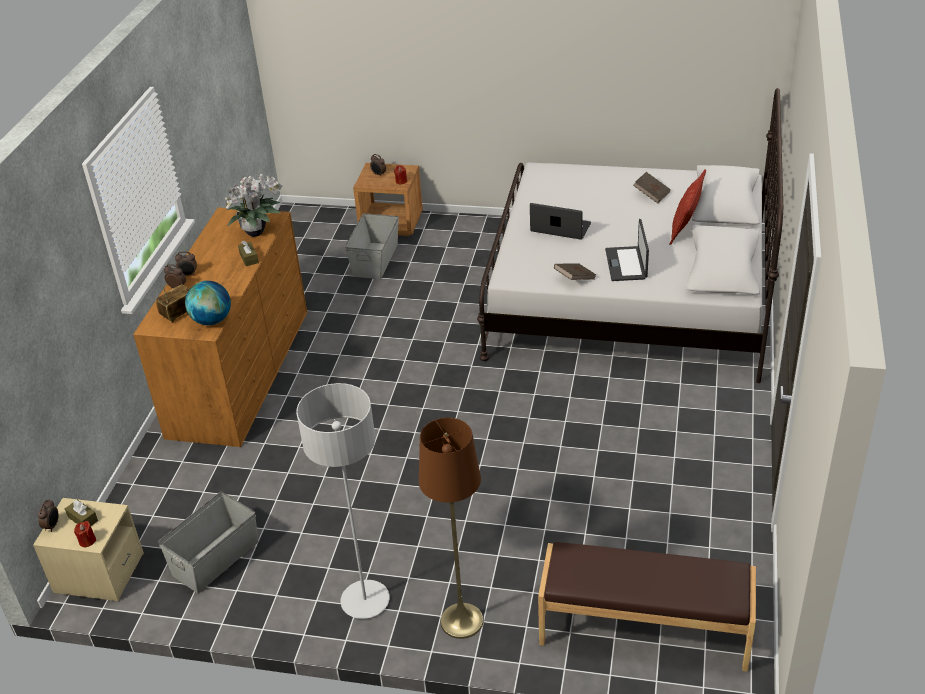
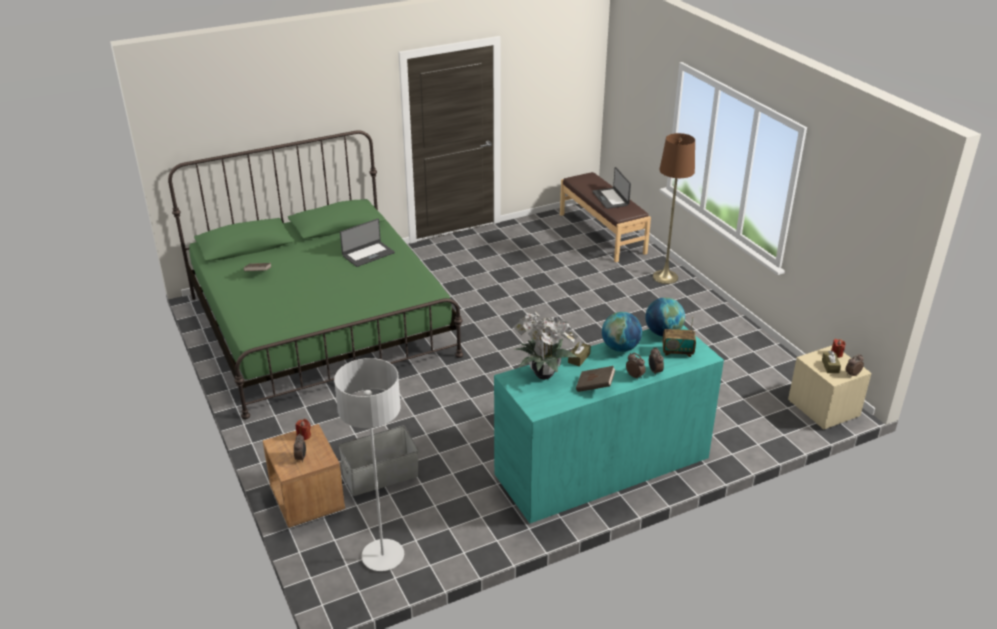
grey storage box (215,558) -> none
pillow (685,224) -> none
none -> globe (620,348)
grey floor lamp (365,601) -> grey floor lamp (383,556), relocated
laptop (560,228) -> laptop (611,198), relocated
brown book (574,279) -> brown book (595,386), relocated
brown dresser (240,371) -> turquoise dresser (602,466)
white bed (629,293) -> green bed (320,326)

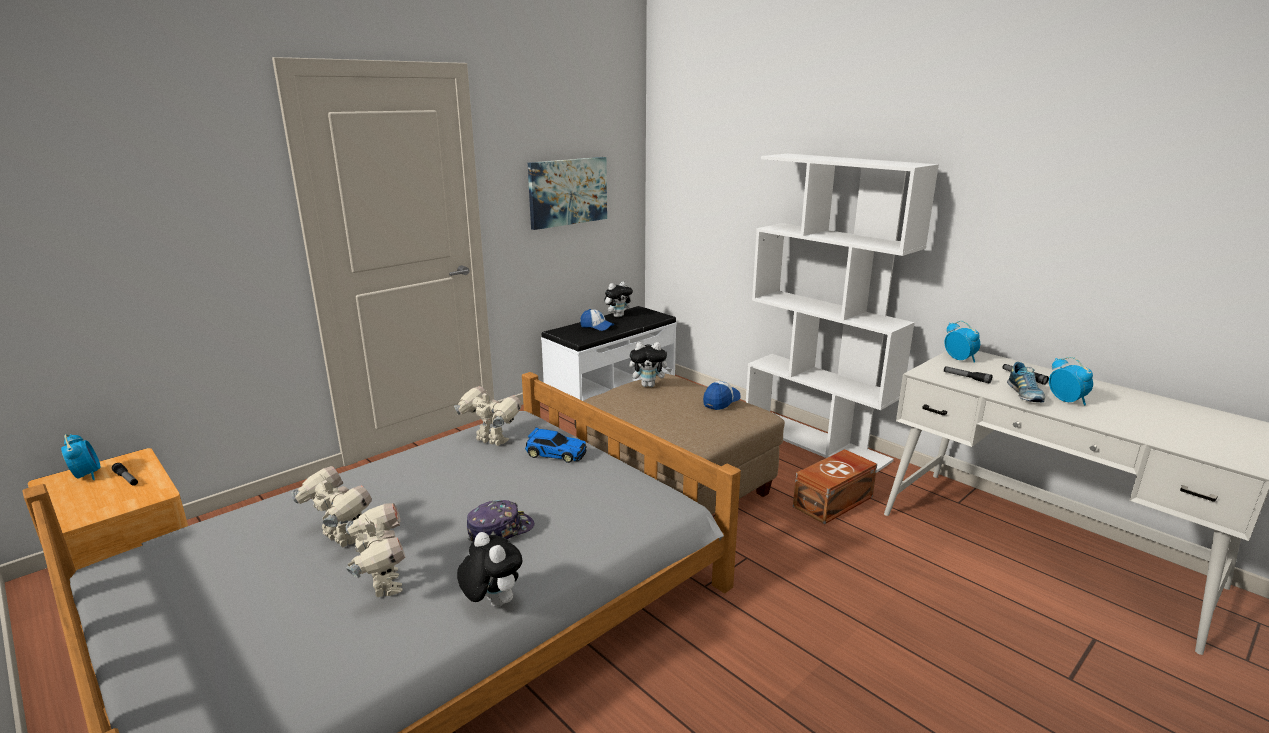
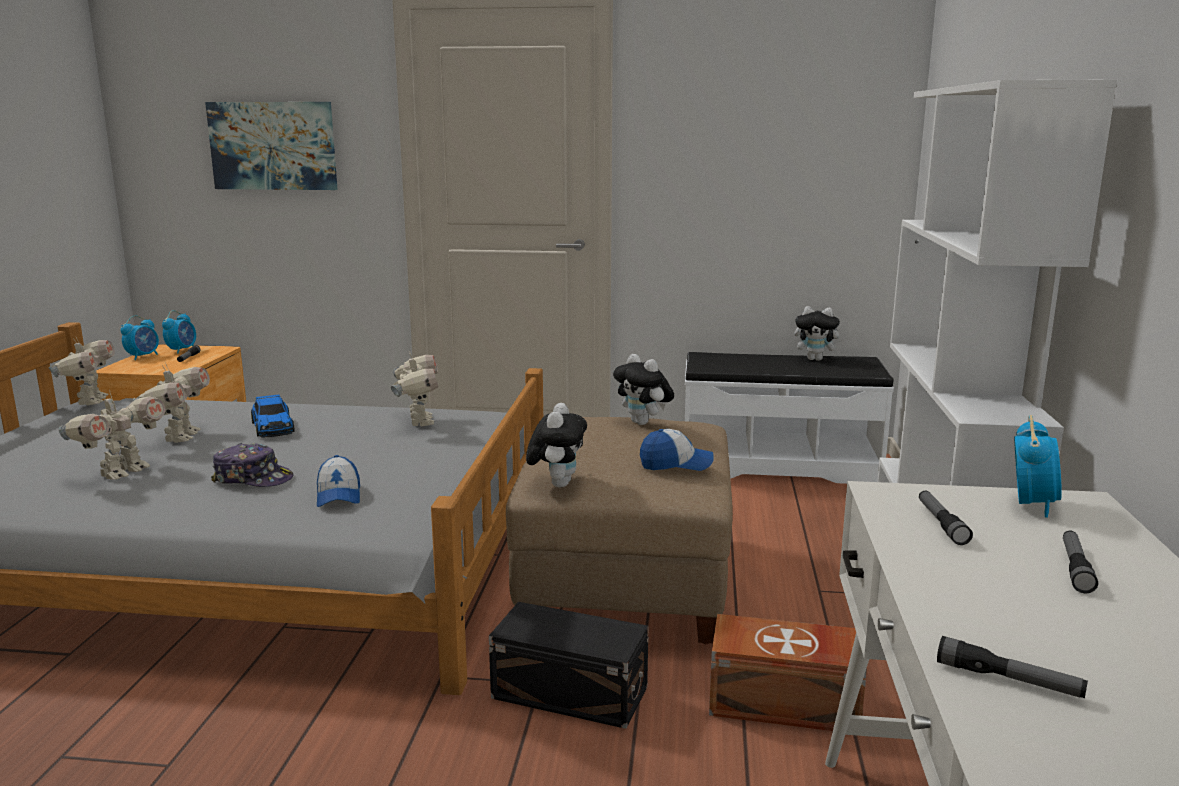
shoe (1024,395) -> none
none -> toy robot (90,401)
none -> black storage box (571,694)
none -> flashlight (1008,680)
plush toy (492,603) -> plush toy (557,483), relocated
toy car (555,453) -> toy car (273,427), relocated
picture (567,192) -> picture (273,146), relocated
cap (597,327) -> cap (338,496), relocated
alarm clock (1066,400) -> alarm clock (143,356), relocated

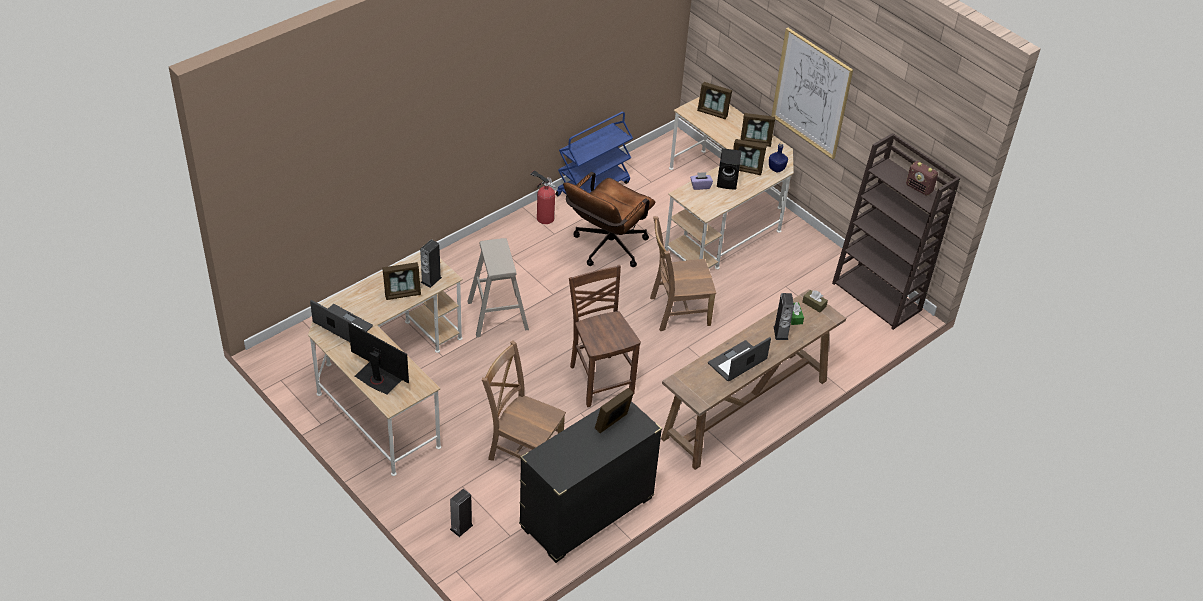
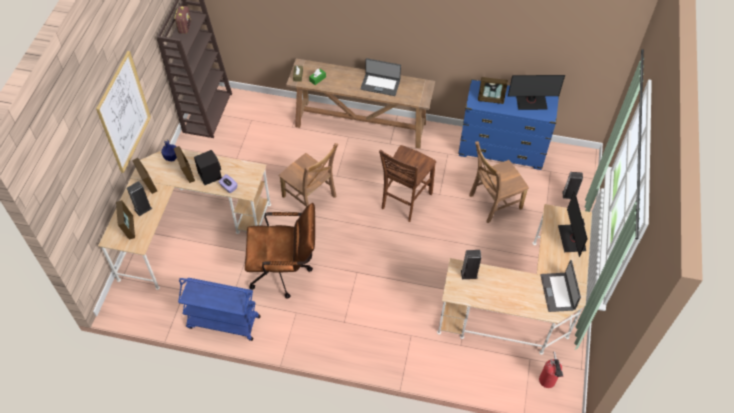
picture frame (402,293) -> none
beige stool (498,315) -> none
none -> monitor (531,102)
fire extinguisher (543,217) -> fire extinguisher (547,382), relocated
speaker (780,333) -> speaker (143,209), relocated
black dresser (586,513) -> blue dresser (501,149)
brown chair (523,450) -> brown chair (493,202), 75 degrees clockwise

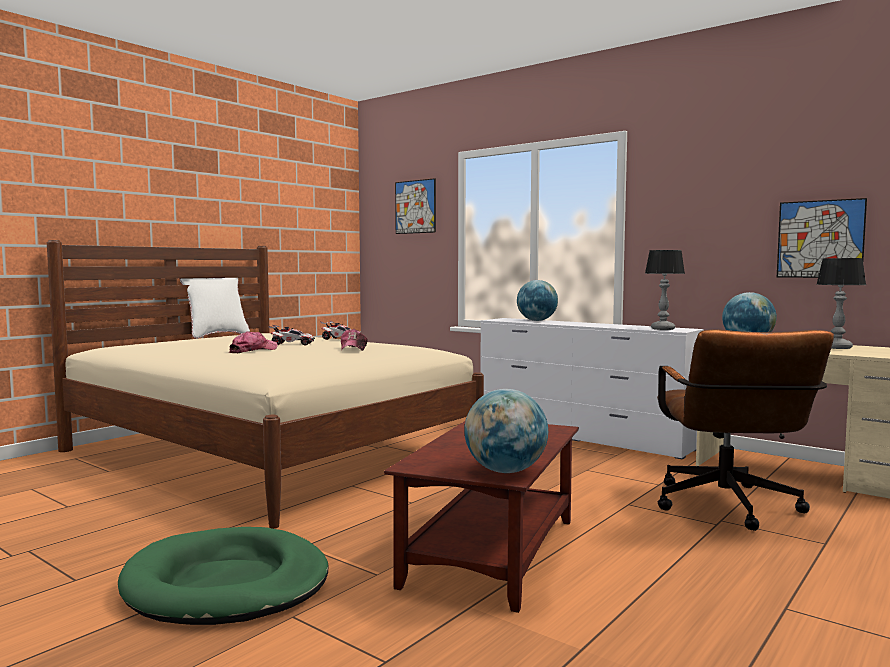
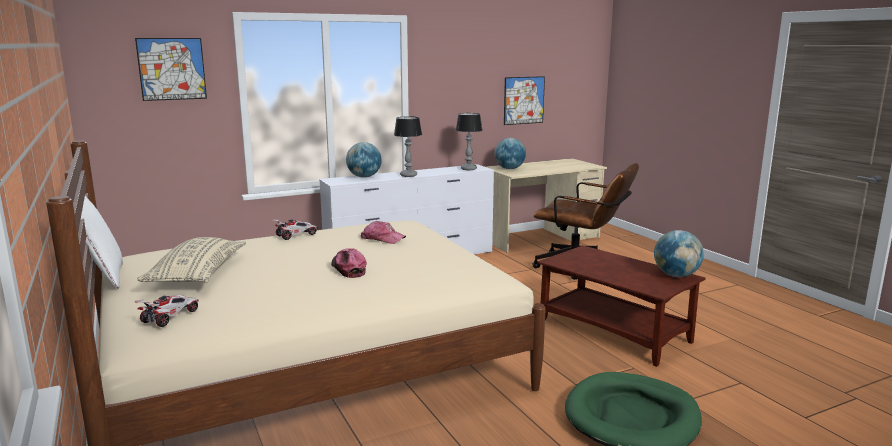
none -> beige pillow (197,274)
toy car (292,344) -> toy car (170,317), relocated
table lamp (837,347) -> table lamp (408,175), relocated

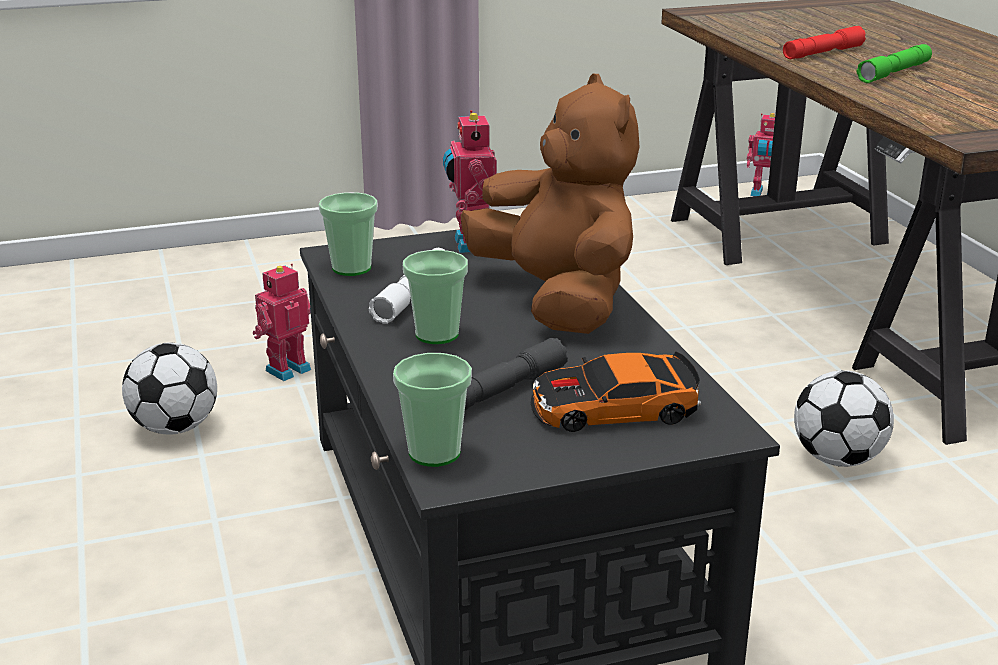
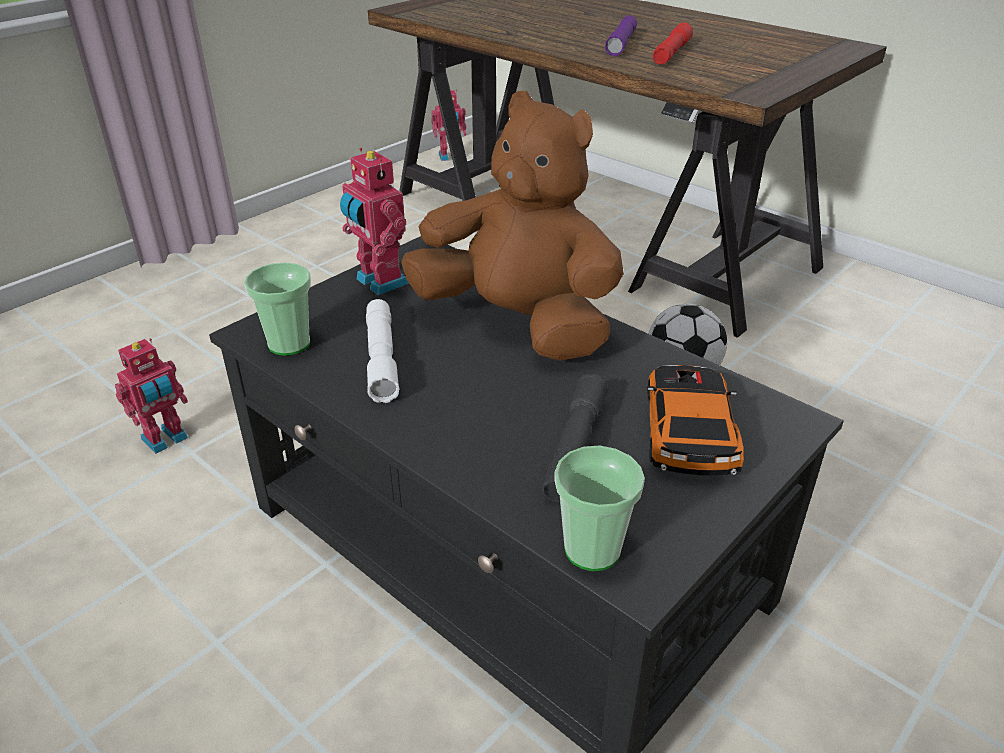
football (175,428) -> none
cup (437,334) -> none
red flashlight (823,53) -> red flashlight (671,53), relocated
green flashlight (894,73) -> purple flashlight (621,43)
toy robot (286,369) -> toy robot (166,440), 150 degrees counterclockwise
toy car (614,408) -> toy car (687,430), 135 degrees clockwise

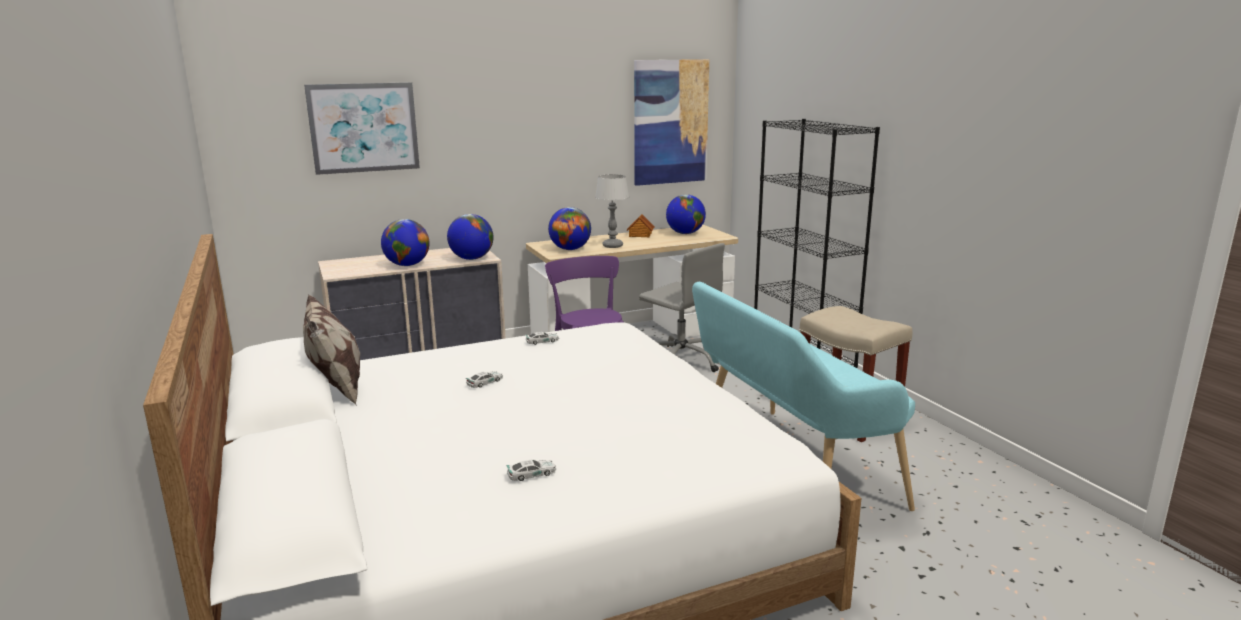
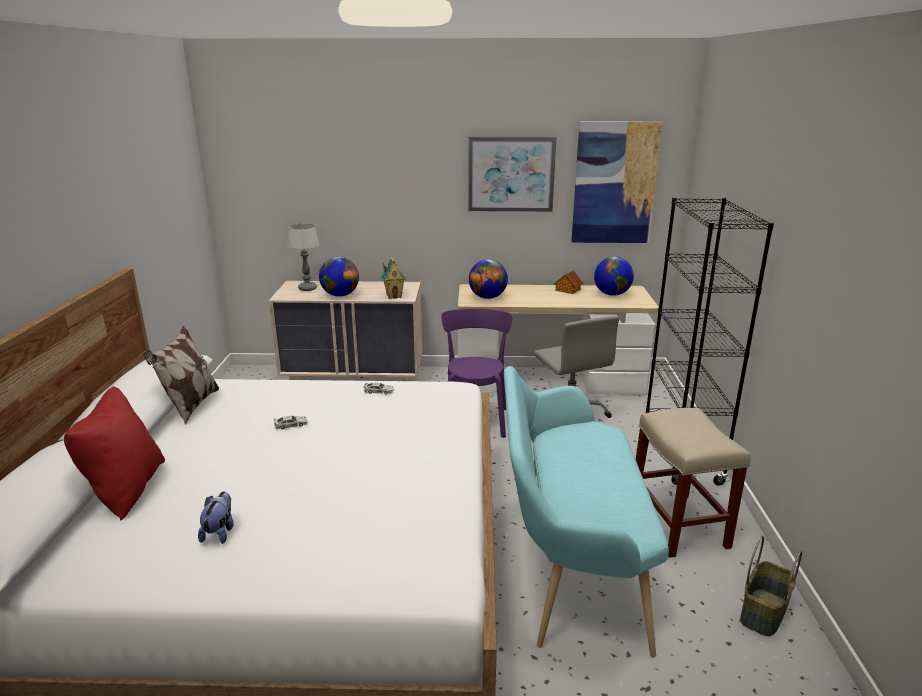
none -> red pillow (125,489)
none -> basket (762,611)
picture (364,128) -> picture (511,174), relocated
table lamp (612,246) -> table lamp (308,288), relocated
globe (471,259) -> toy house (394,296)
toy car (532,474) -> plush toy (220,532)

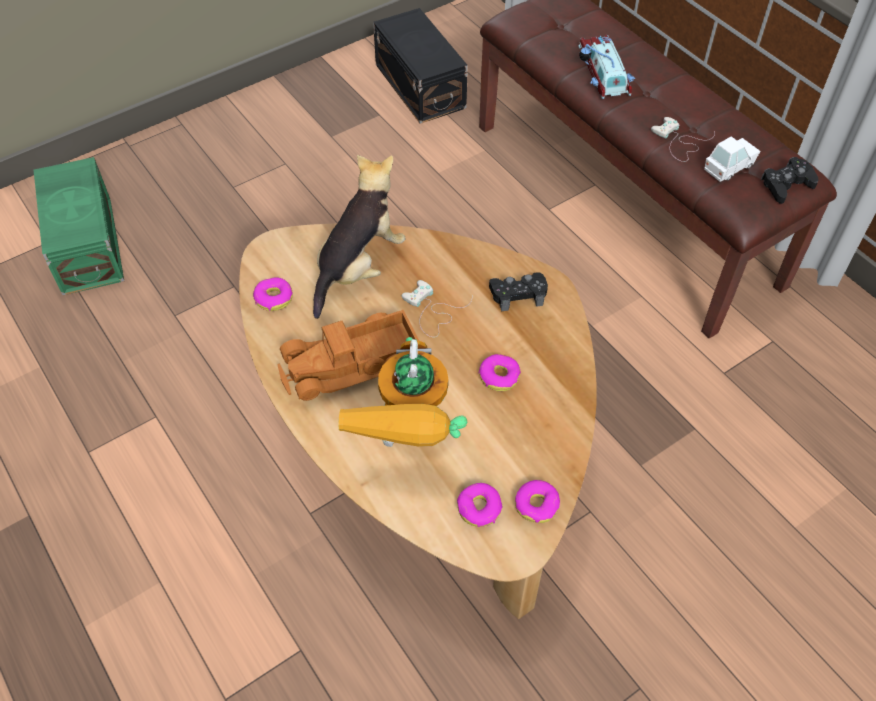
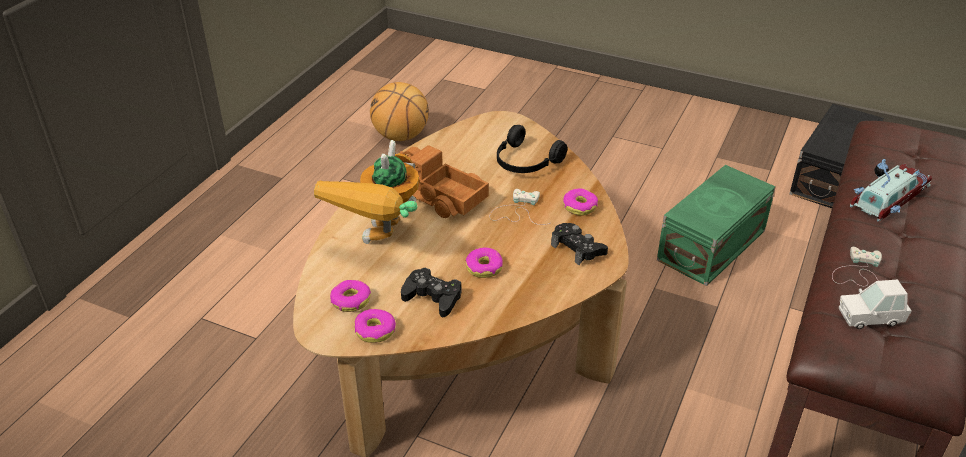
none -> basketball (401,136)
green storage box (89,243) -> green storage box (714,245), relocated
donut (274,298) -> donut (580,206), relocated
black game controller (786,185) -> black game controller (432,297), relocated
plush toy (359,267) -> black headphones (525,162)
toy robot (409,444) -> toy robot (383,245), 45 degrees counterclockwise
white toy car (729,167) -> white toy car (870,317), 150 degrees clockwise

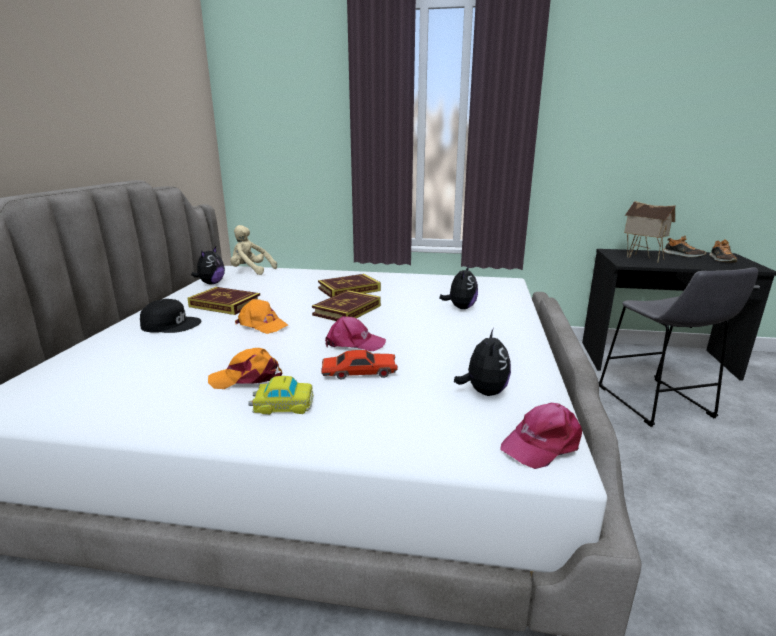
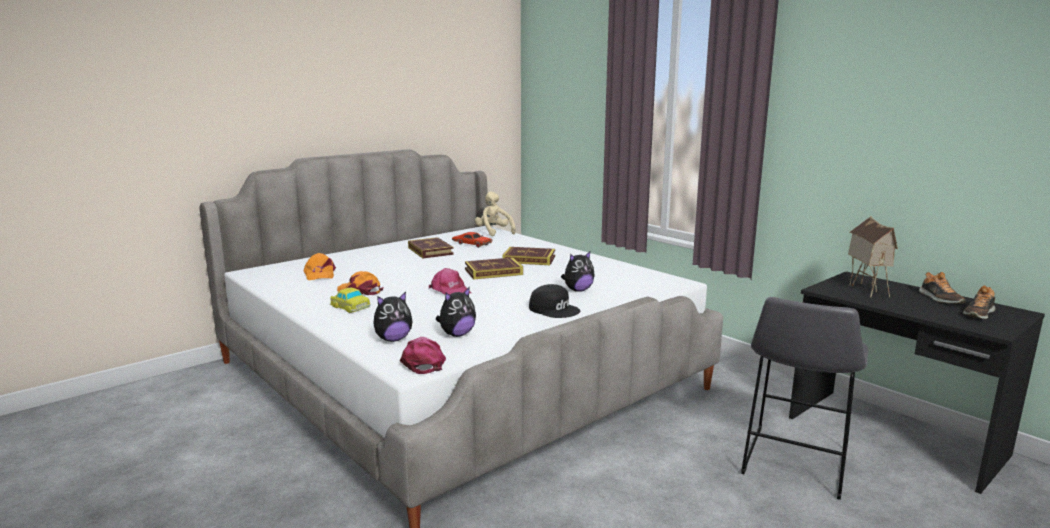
black cap (171,324) -> black cap (554,309), relocated
plush toy (211,283) -> plush toy (393,339), relocated
orange cap (262,325) -> orange cap (319,274), relocated
red toy car (359,373) -> red toy car (472,244), relocated
pink cap (541,443) -> pink cap (423,362), 75 degrees clockwise

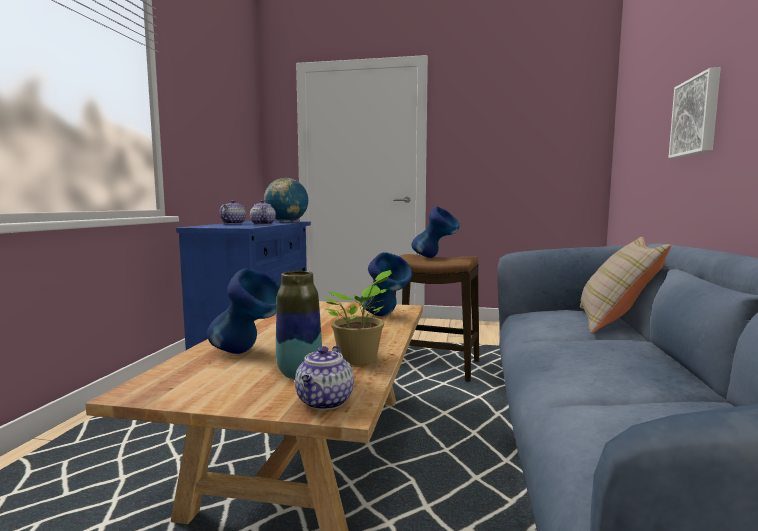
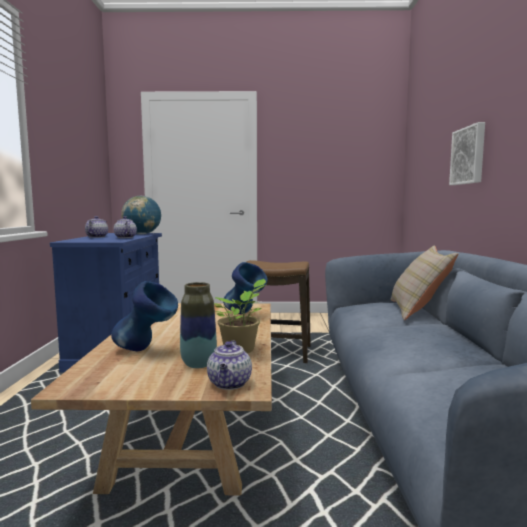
blue vase (435,257) -> none

